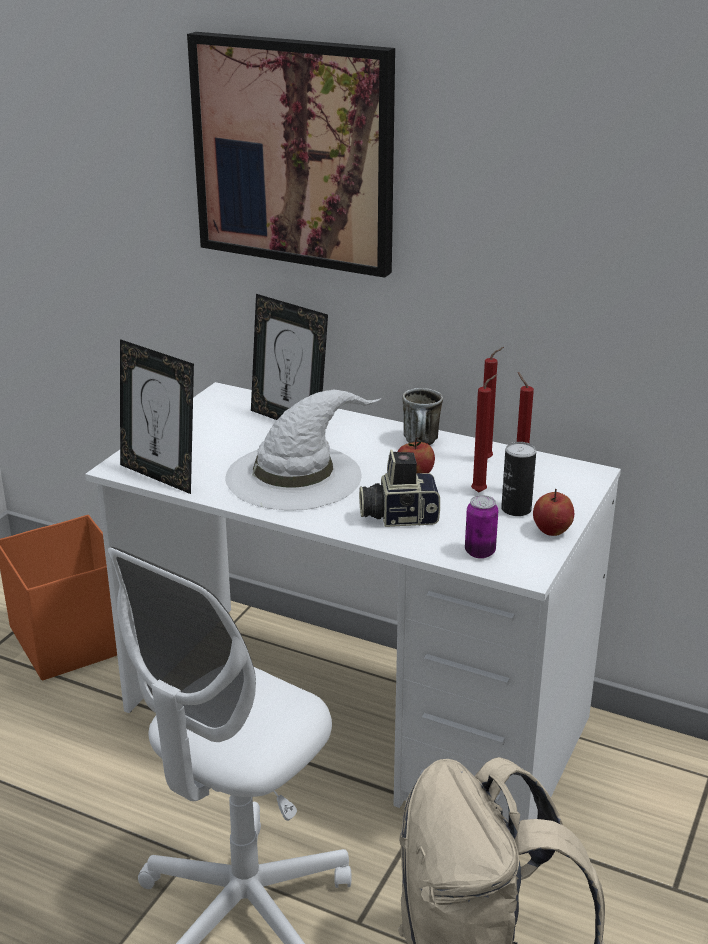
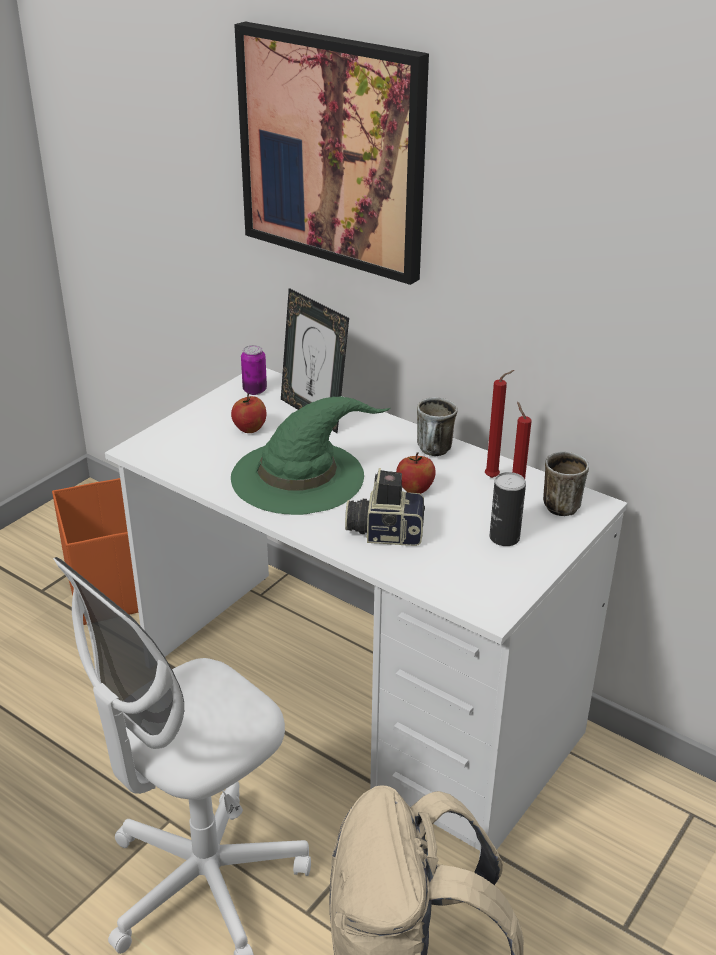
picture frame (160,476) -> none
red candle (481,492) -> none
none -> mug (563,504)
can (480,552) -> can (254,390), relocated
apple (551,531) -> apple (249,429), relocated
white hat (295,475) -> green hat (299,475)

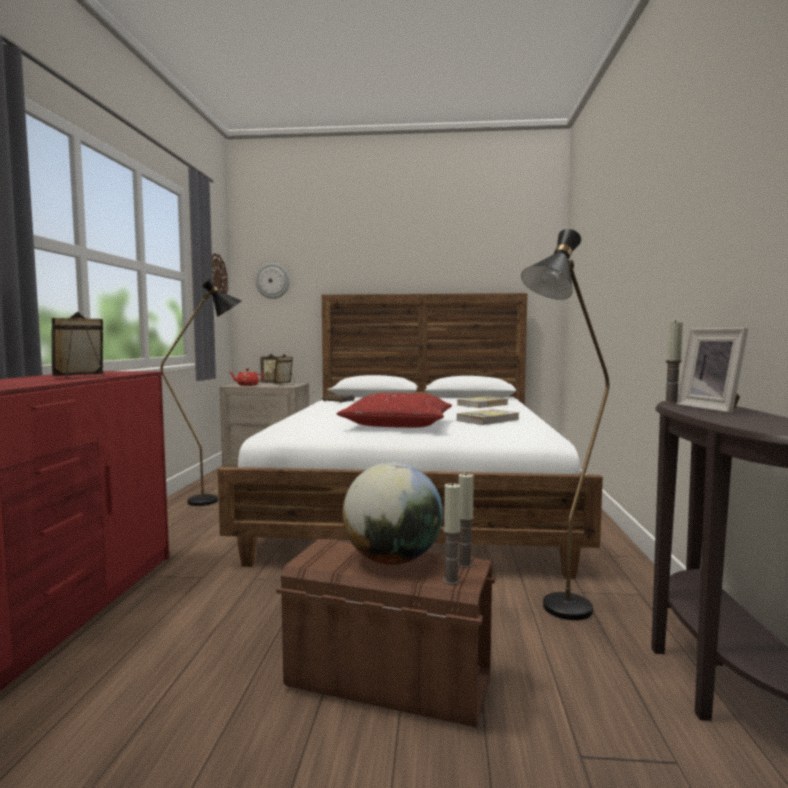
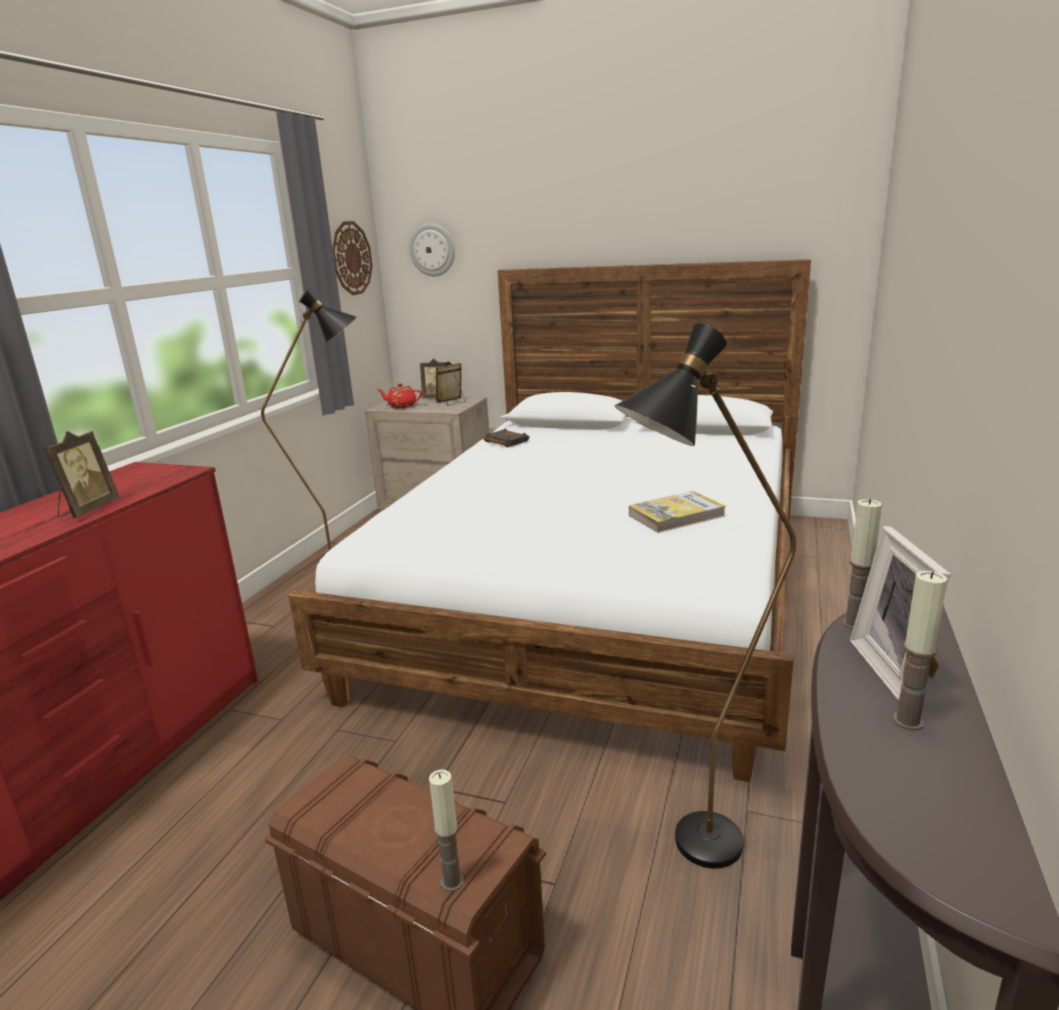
red pillow (398,425) -> none
globe (392,560) -> none
book (482,405) -> none
candle (464,564) -> candle (908,721), relocated
picture frame (81,377) -> picture frame (87,510), 135 degrees clockwise

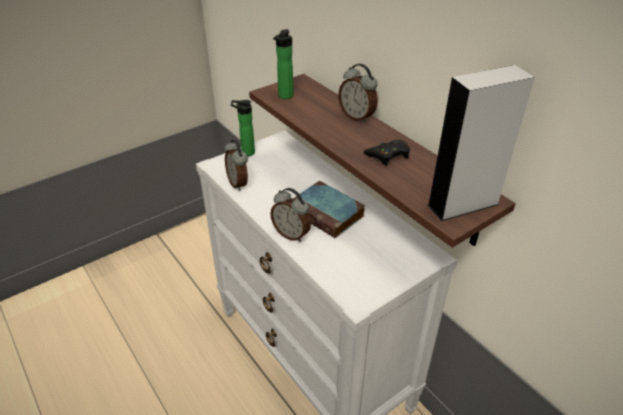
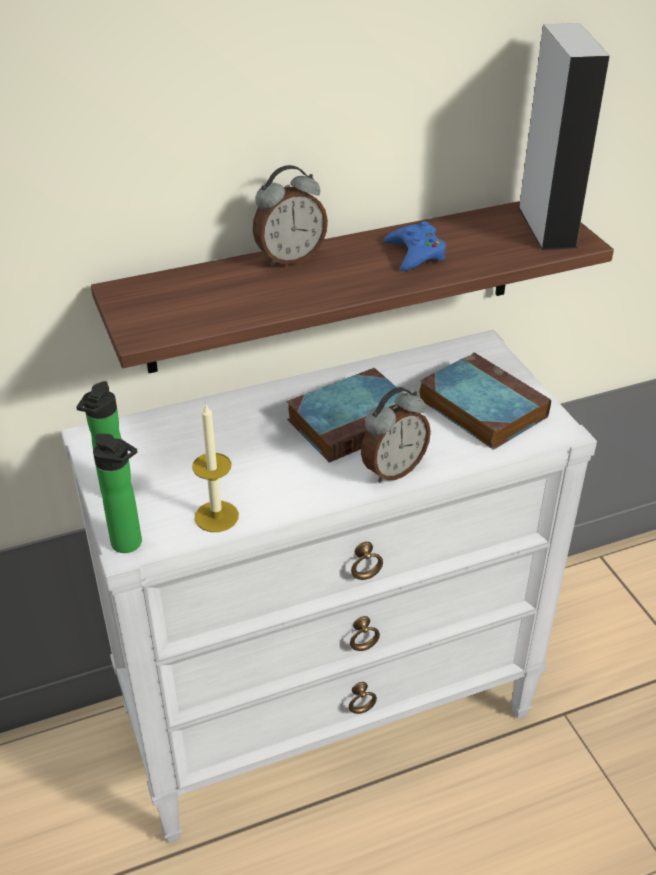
none -> book (479,407)
bottle (284,96) -> bottle (130,545), relocated
alarm clock (238,183) -> candle (216,516)
black game controller (388,155) -> blue game controller (415,253)

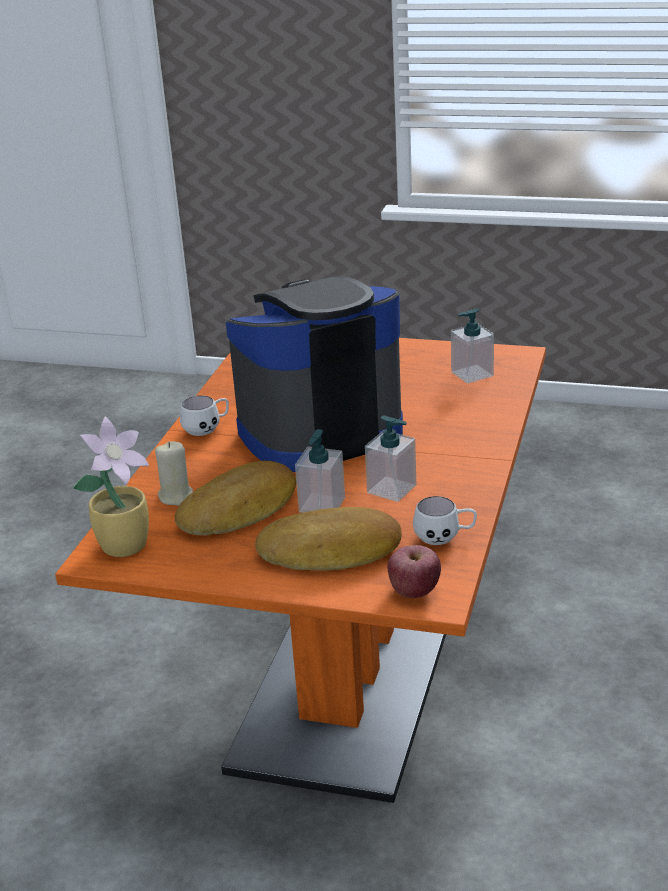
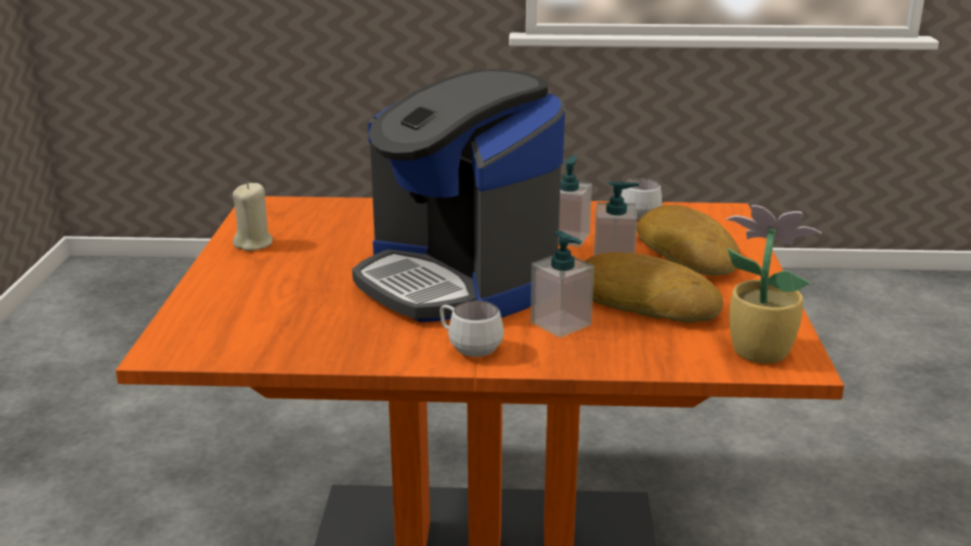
apple (414,591) -> none
beige candle (177,496) -> beige candle (254,244), relocated
soap dispenser (472,374) -> soap dispenser (561,324), relocated

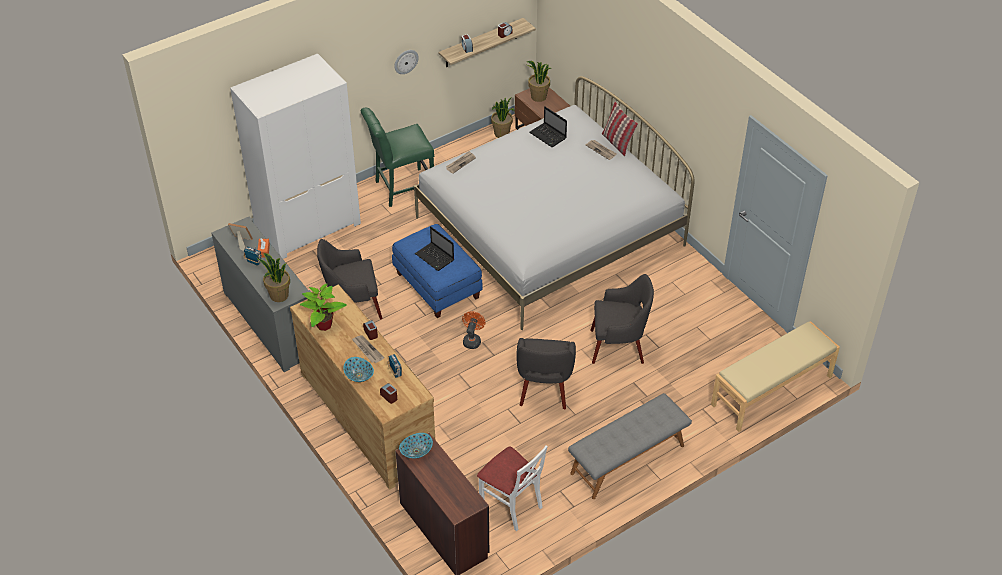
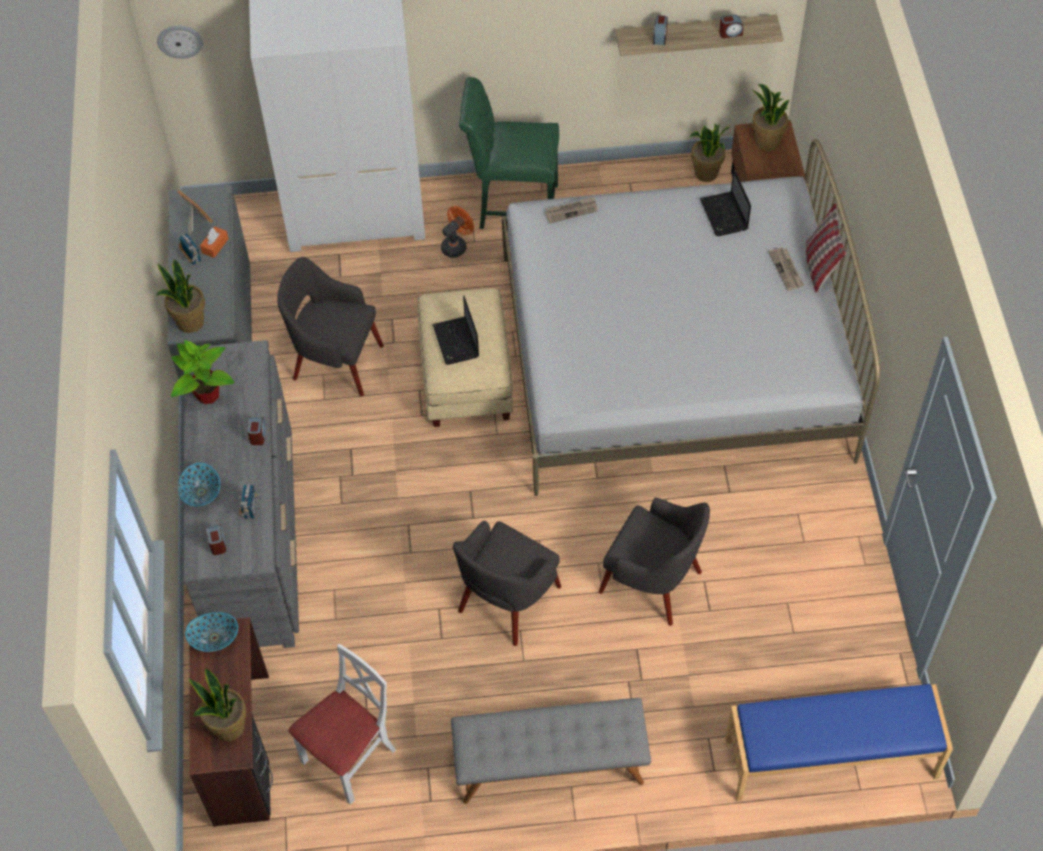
newspaper (367,350) -> none
none -> potted plant (228,727)
wall clock (405,61) -> wall clock (180,40), relocated
orange fan (472,340) -> orange fan (456,245), relocated
brown dresser (368,417) -> grey dresser (253,535)
blue ottoman (438,285) -> beige ottoman (467,377)
beige bench (772,391) -> blue bench (831,759)
white chair (511,505) -> white chair (350,757), 120 degrees counterclockwise

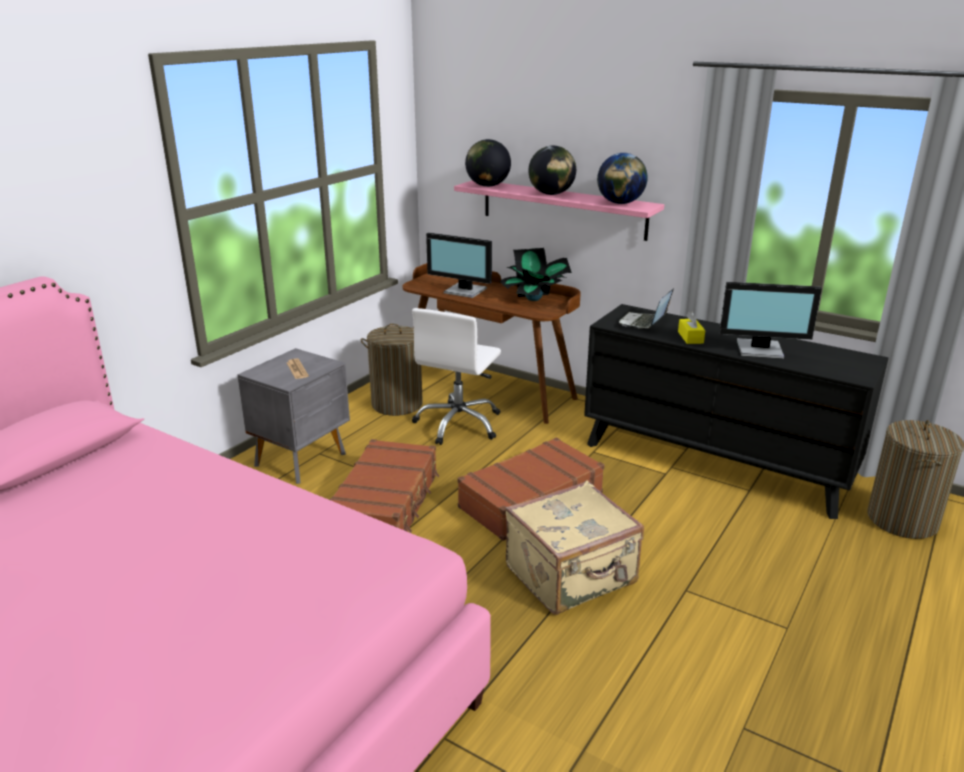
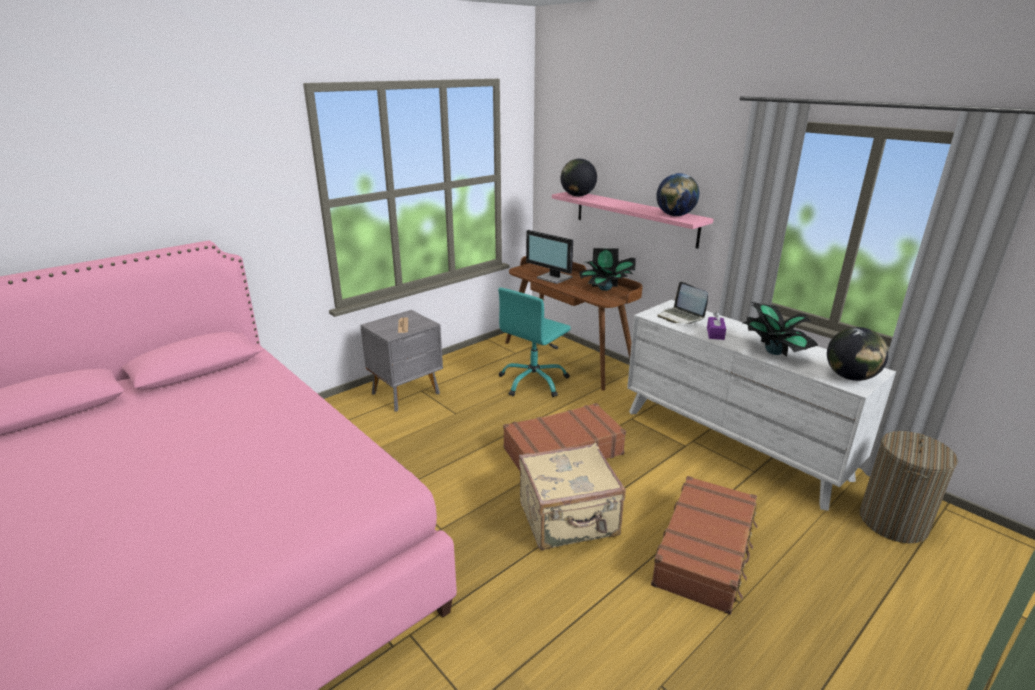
laundry basket (397,404) -> none
brown suitcase (386,504) -> brown suitcase (705,552), relocated
globe (551,194) -> globe (850,377), relocated
monitor (760,350) -> potted plant (773,351)
white office chair (459,424) -> turquoise office chair (533,382)
black dresser (715,463) -> white dresser (733,443)
yellow tissue box (690,337) -> purple tissue box (715,333)
laptop (643,323) -> laptop (681,317), 75 degrees counterclockwise

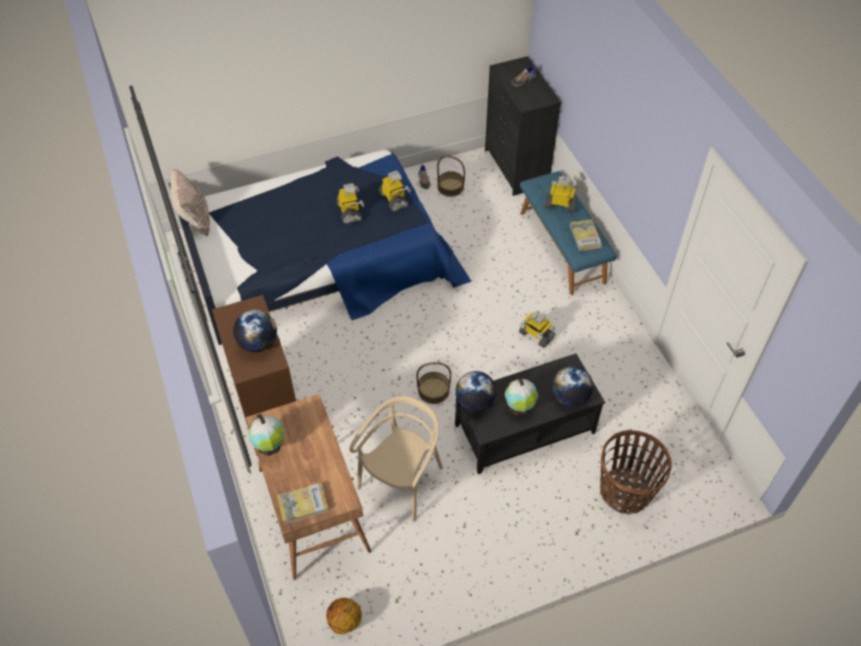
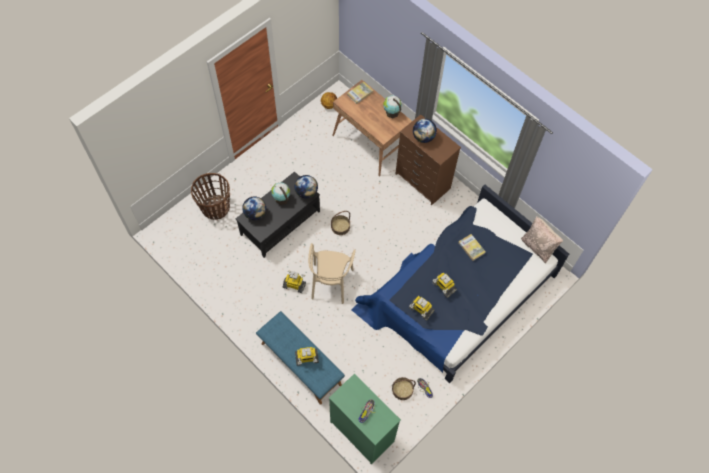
beige chair (402,481) -> beige chair (330,283), relocated
book (585,236) -> book (471,248), relocated
black dresser (515,167) -> green dresser (362,431)

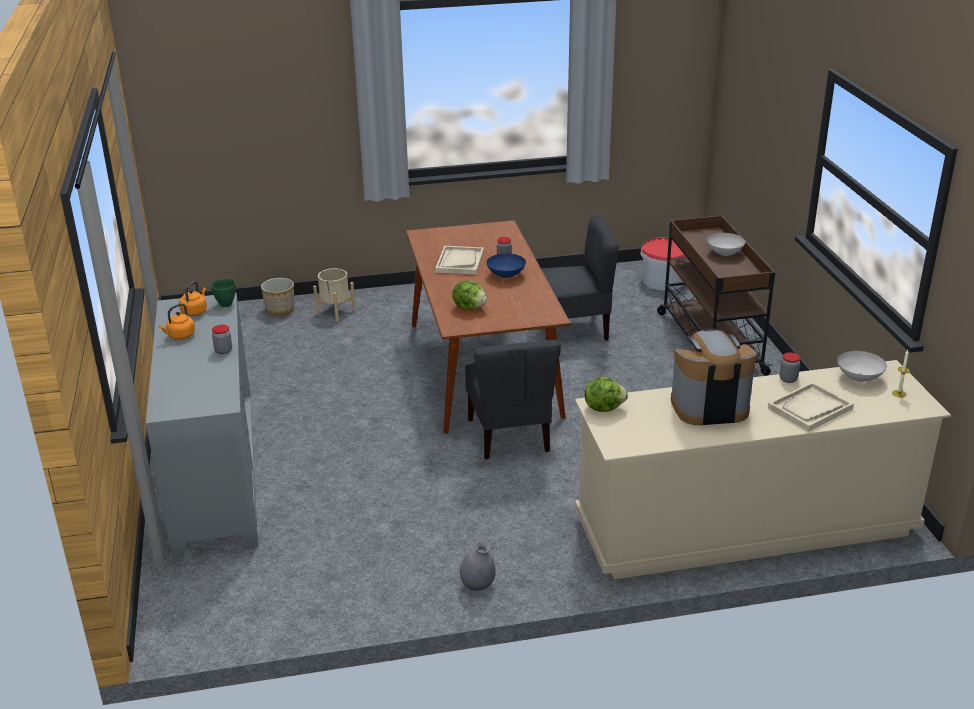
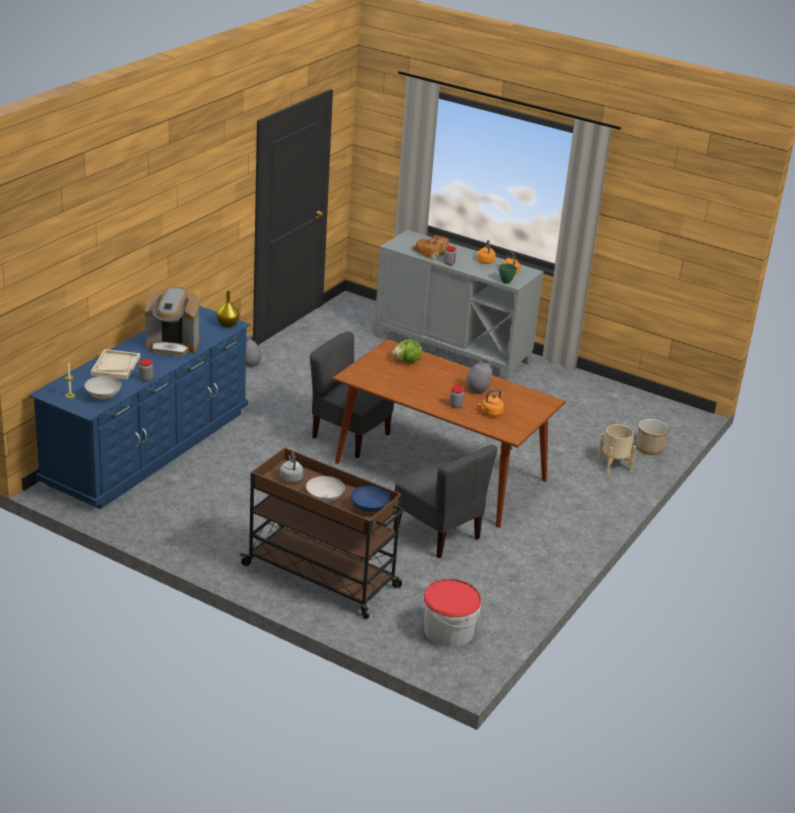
none -> grey kettle (291,477)
none -> bread (431,252)
none -> orange kettle (490,413)
blue bowl (506,275) -> blue bowl (369,509), relocated
beige tray (460,262) -> grey vase (477,390)
lettuce (603,407) -> yellow vase (228,324)
beige dresser (744,526) -> blue dresser (148,448)
grey chair (571,330) -> grey chair (438,534), 75 degrees counterclockwise
coffee machine (709,407) -> coffee machine (173,345), 60 degrees clockwise

